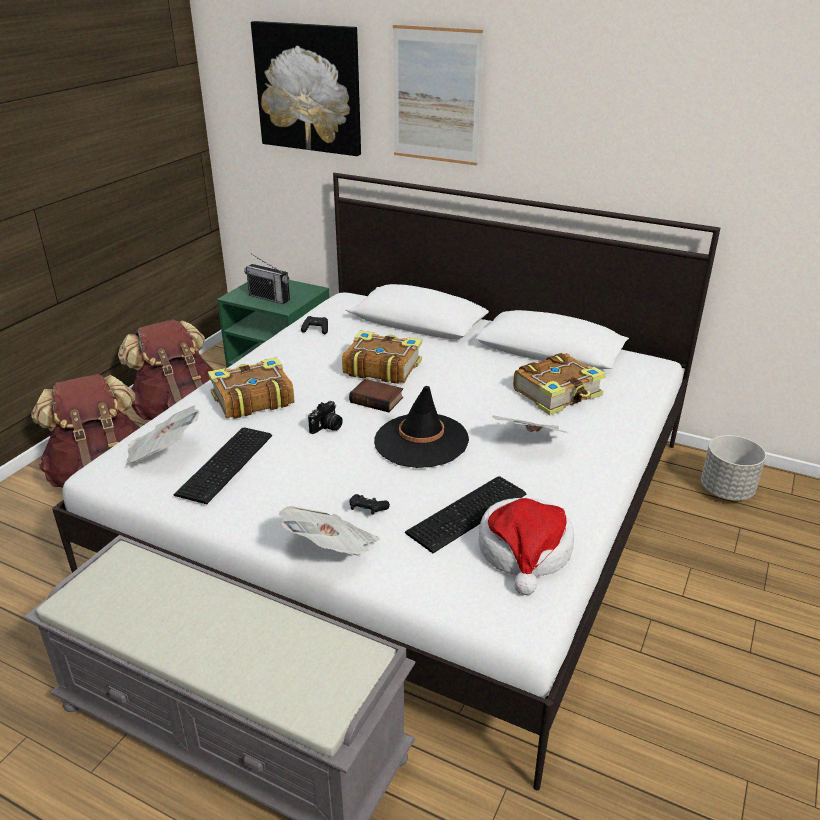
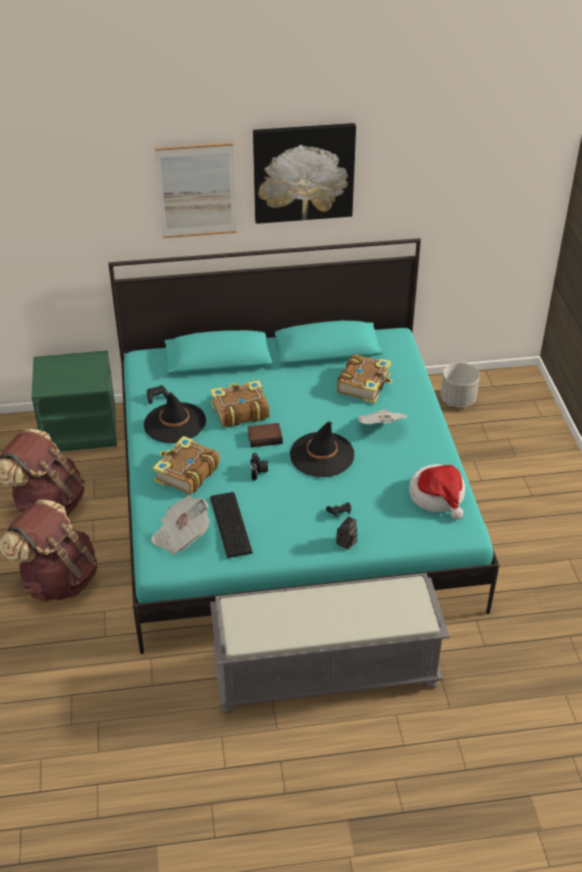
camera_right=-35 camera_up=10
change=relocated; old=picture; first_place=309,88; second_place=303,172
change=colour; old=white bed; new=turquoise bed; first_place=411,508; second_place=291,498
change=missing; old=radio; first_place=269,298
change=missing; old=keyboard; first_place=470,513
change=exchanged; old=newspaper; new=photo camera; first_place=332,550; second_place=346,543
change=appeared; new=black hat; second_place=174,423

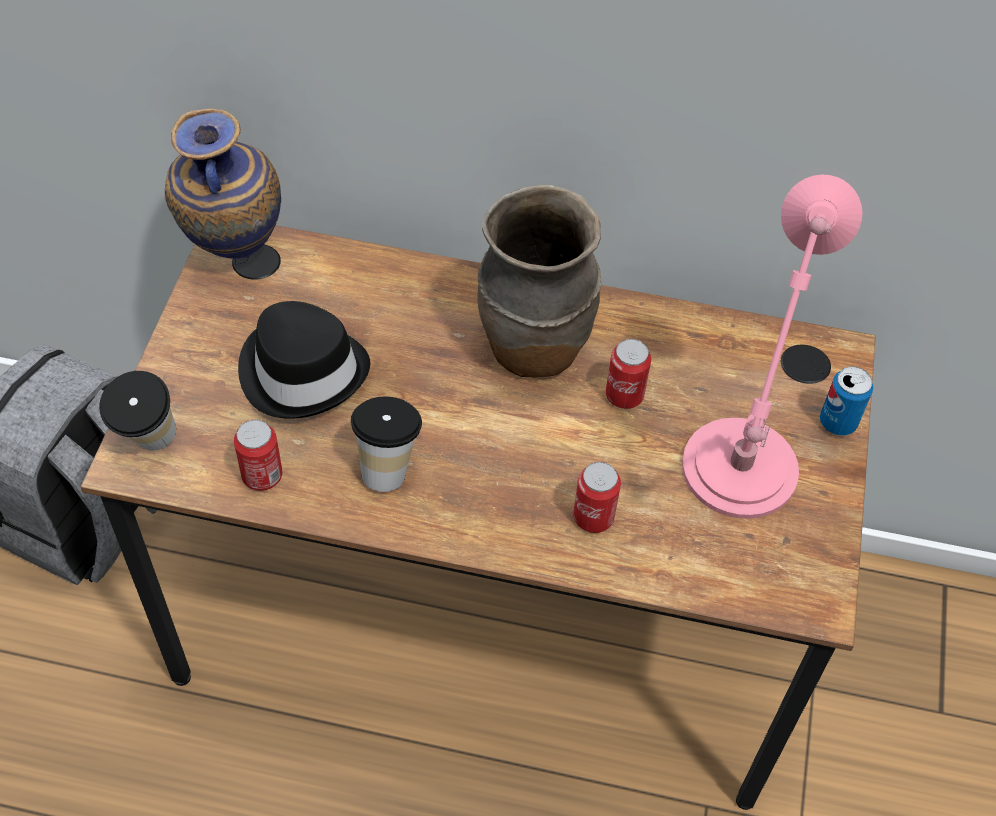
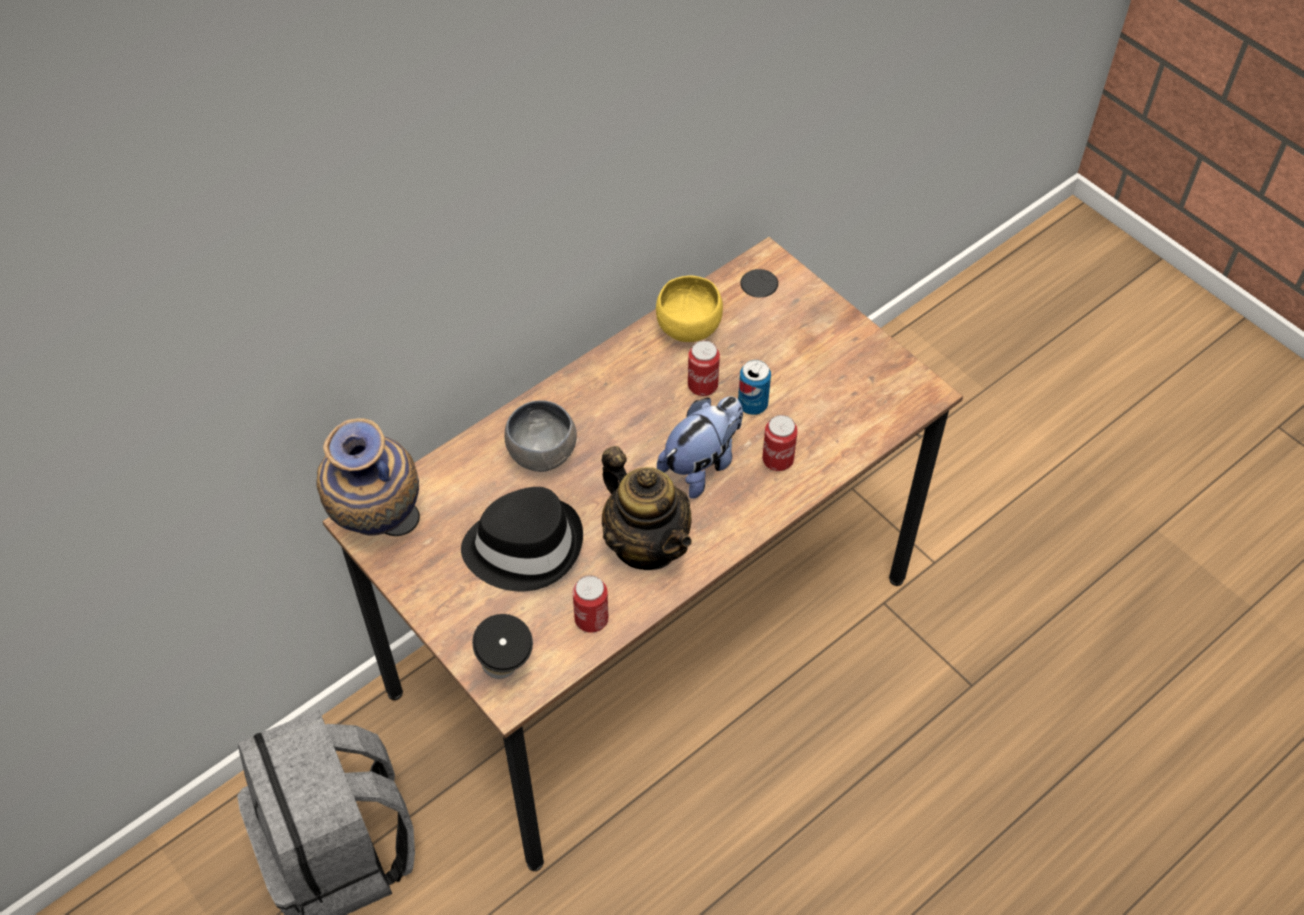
camera_right=-50 camera_up=0
change=missing; old=pink table lamp; first_place=736,477
change=missing; old=brown vase; first_place=532,348
change=relocated; old=can; first_place=838,422; second_place=752,405
change=exchanged; old=cup; new=teapot; first_place=388,467; second_place=646,544
change=appeared; new=yellow bowl; second_place=688,330
change=appeared; new=plush toy; second_place=702,465
change=appeared; new=grey bowl; second_place=540,452

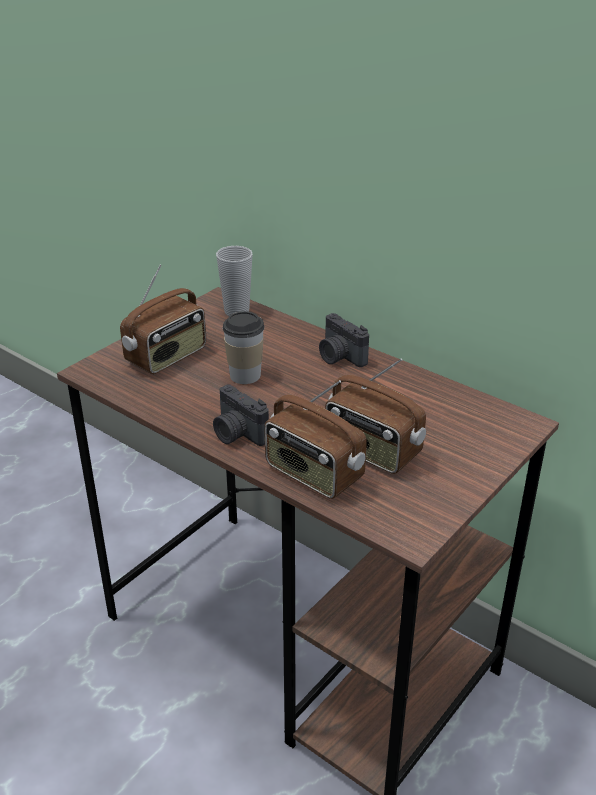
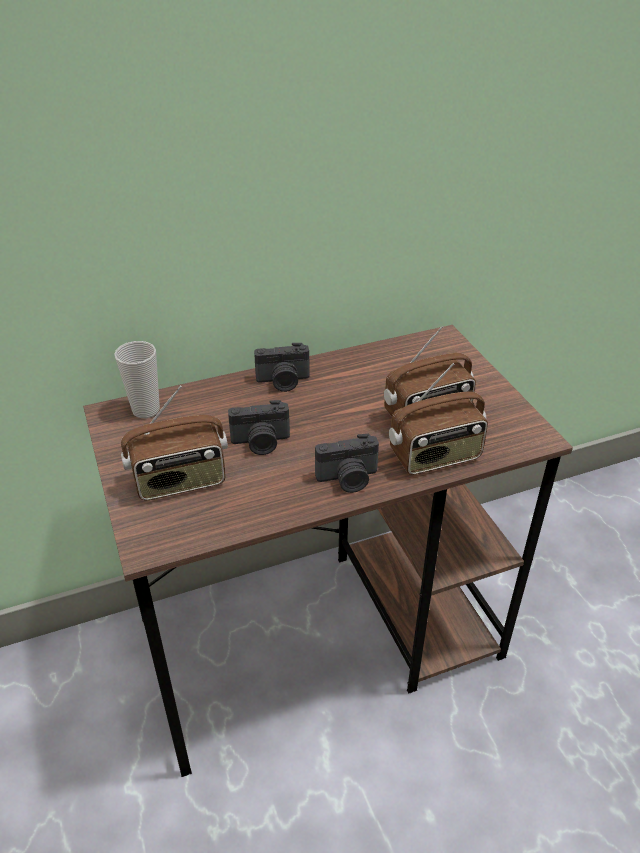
camera_right=-60 camera_up=5
change=spun; old=radio; first_place=167,357; second_place=180,481; degrees=90
change=exchanged; old=cup; new=photo camera; first_place=245,375; second_place=261,443

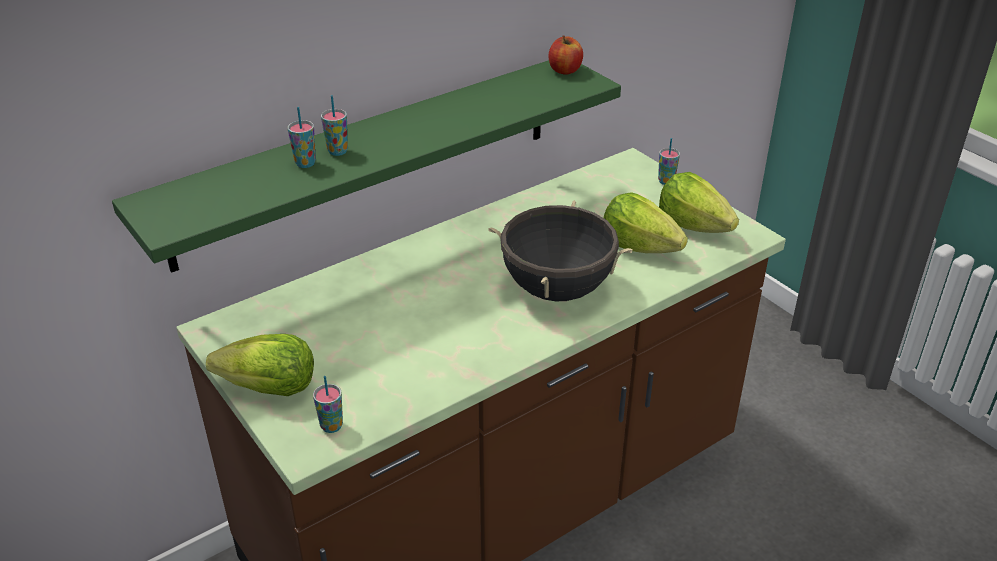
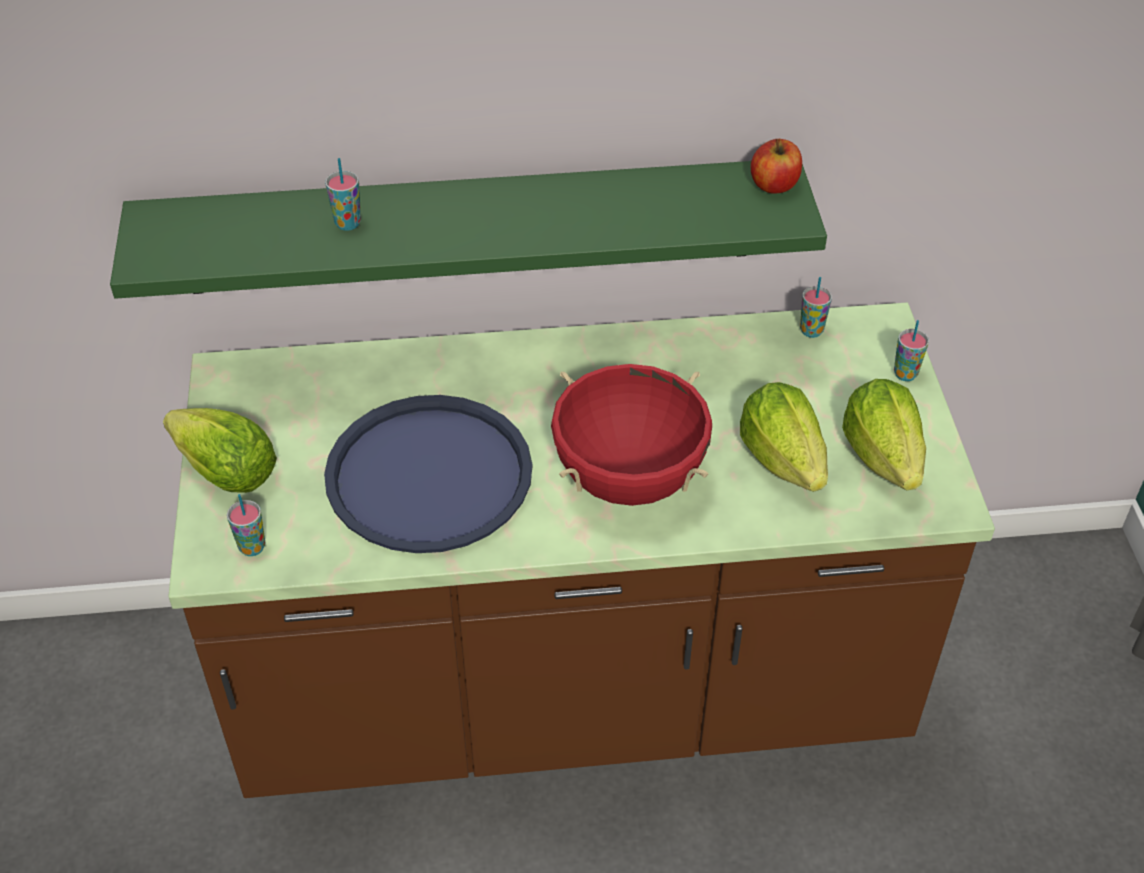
camera_right=30 camera_up=10
change=relocated; old=cup; first_place=337,151; second_place=811,331
change=colour; old=black cooking pot; new=red cooking pot; first_place=556,289; second_place=629,478
change=appeared; new=blue tray; second_place=429,475

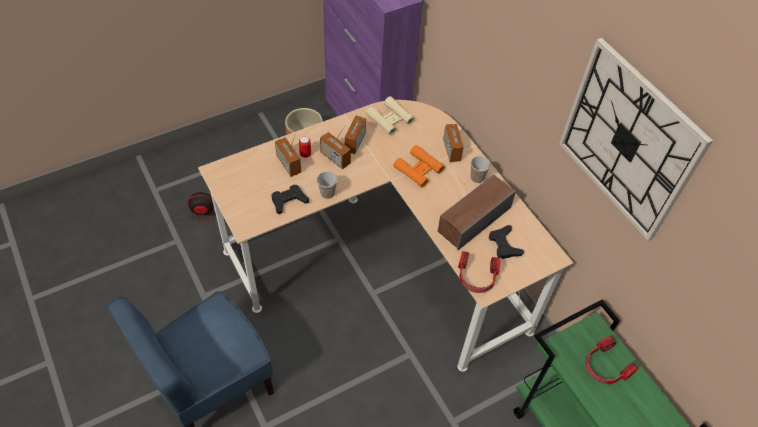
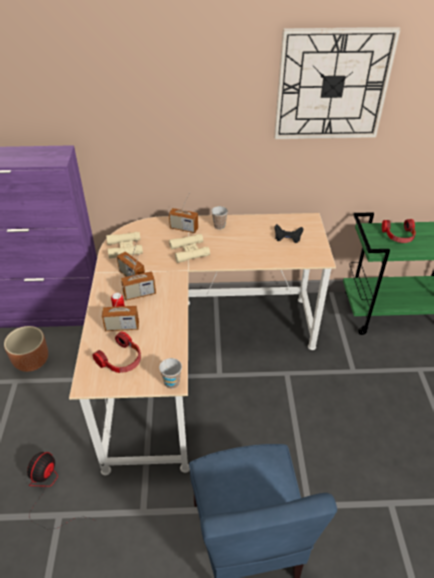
camera_right=-60 camera_up=-10
change=colour; old=orange binoculars; new=beige binoculars; first_place=418,169; second_place=189,251
change=relocated; old=cup; first_place=327,193; second_place=172,382
change=missing; old=speaker; first_place=474,219
change=missing; old=black game controller; first_place=289,201
change=relocated; old=headphones; first_place=476,277; second_place=121,360

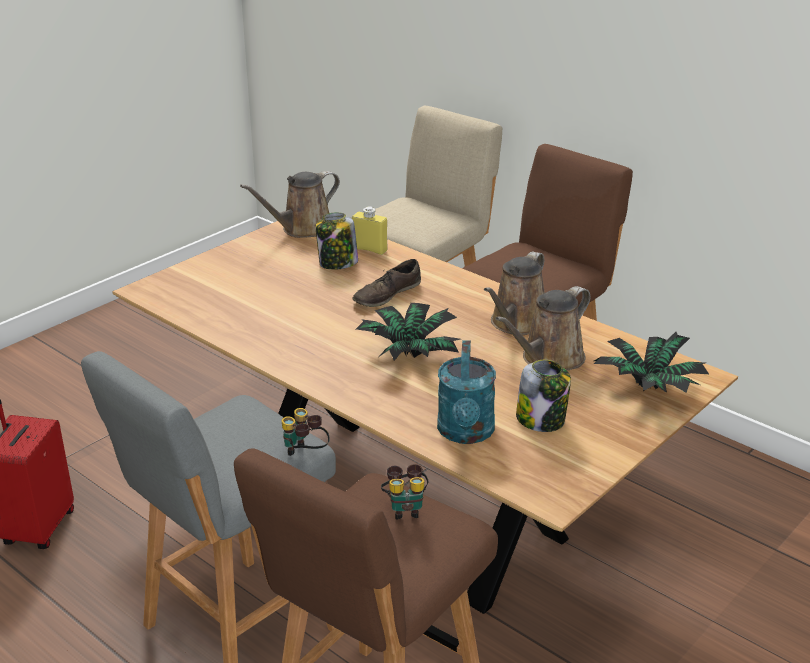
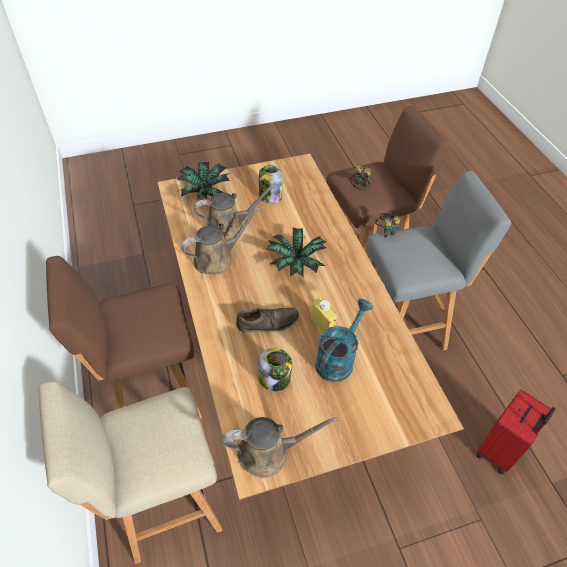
camera_right=-150 camera_up=20
change=relocated; old=yellow bottle; first_place=369,249; second_place=322,325
change=relocated; old=turquoise watering can; first_place=466,433; second_place=338,358

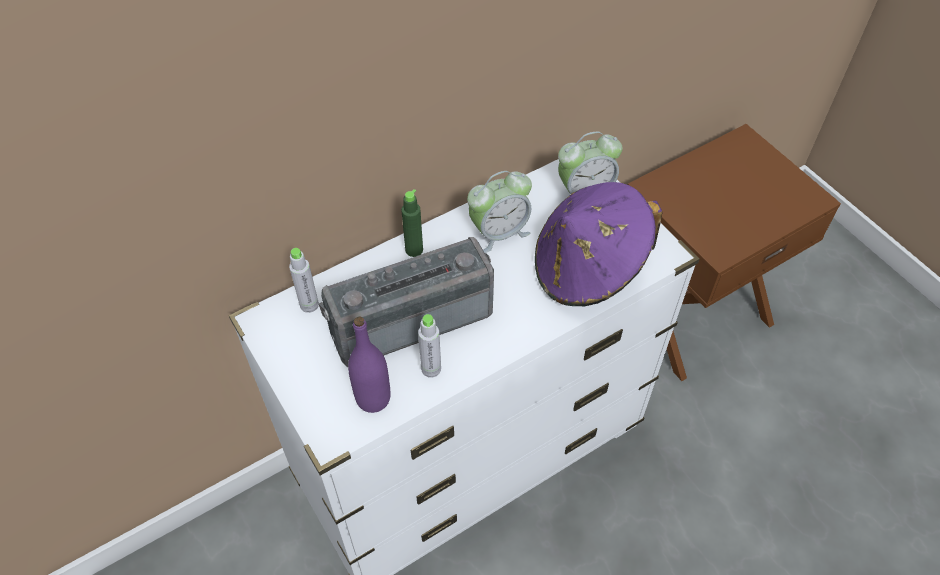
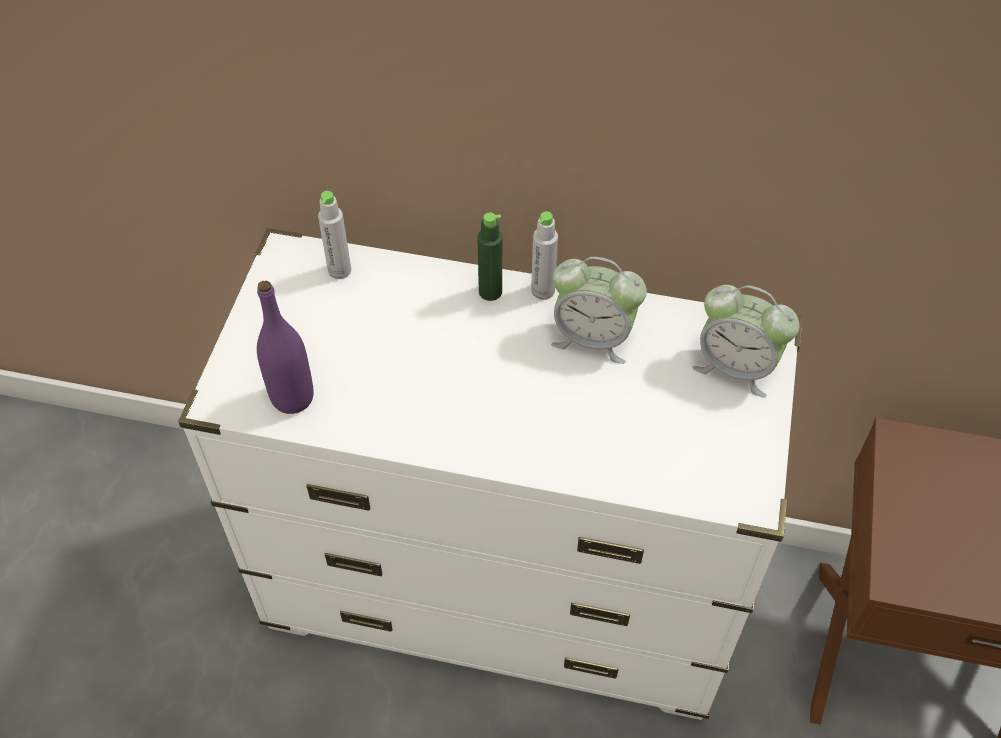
camera_right=45 camera_up=0
change=missing; old=purple hat; first_place=588,269
change=missing; old=radio; first_place=409,317
change=relocated; old=grey bottle; first_place=431,369; second_place=543,291

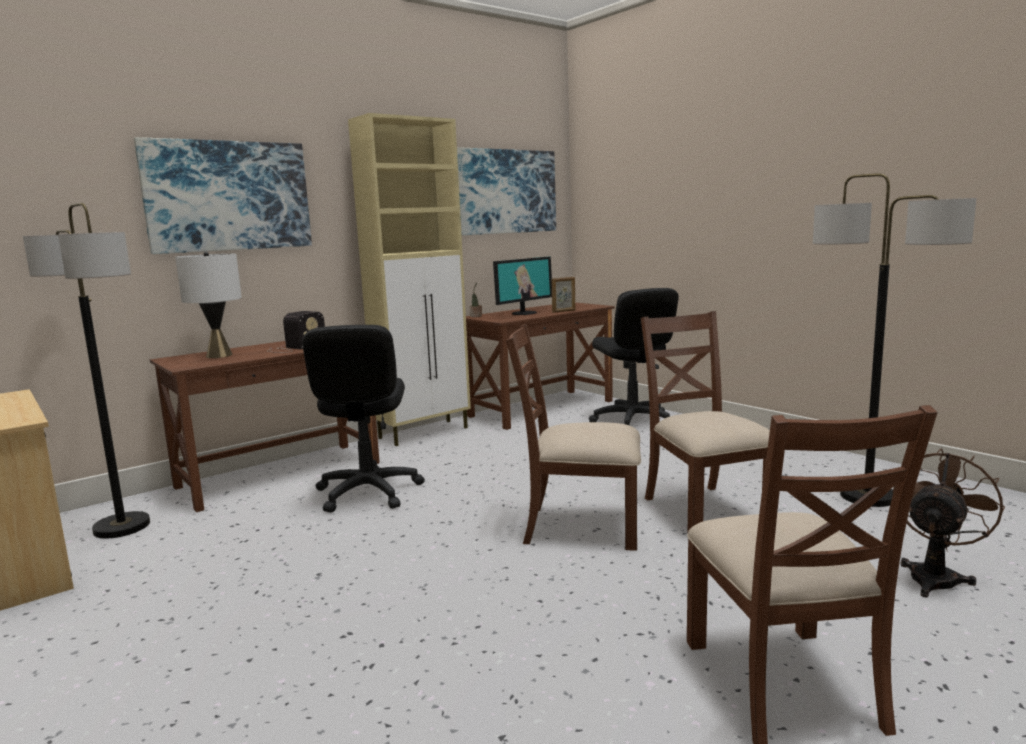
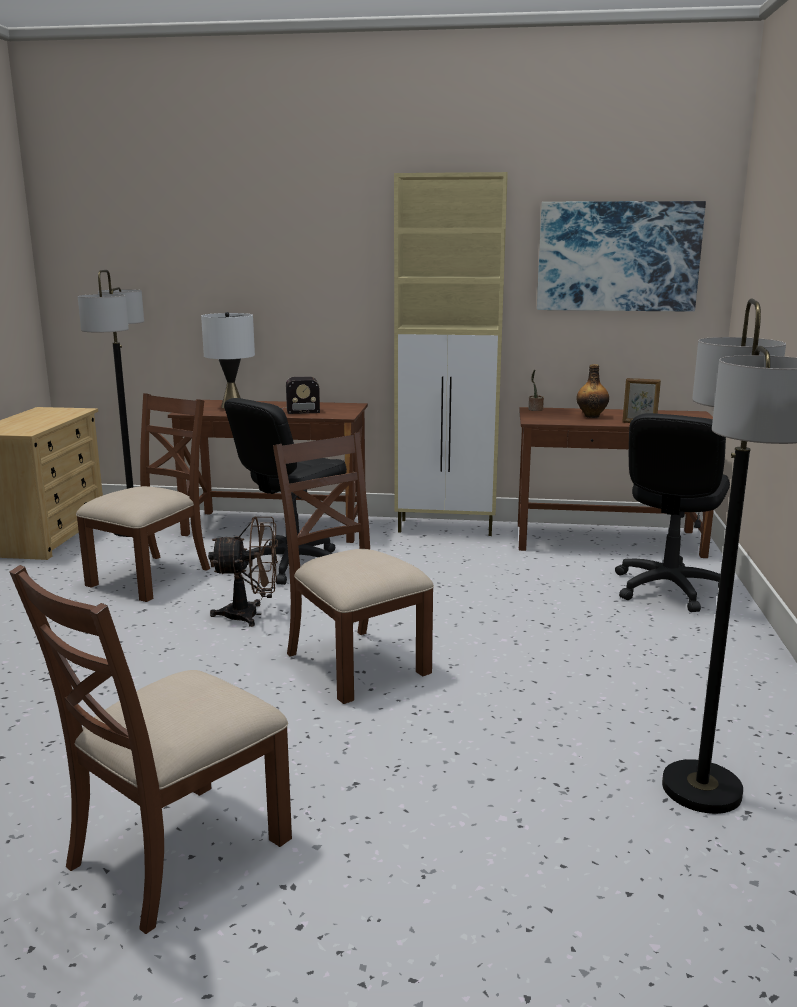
camera_right=45 camera_up=5
change=missing; old=picture; first_place=228,196
change=exchanged; old=monitor; new=bottle; first_place=524,313; second_place=591,416
change=relocated; old=brown chair; first_place=704,510; second_place=152,576
change=relocated; old=brown fan; first_place=936,576; second_place=250,615

